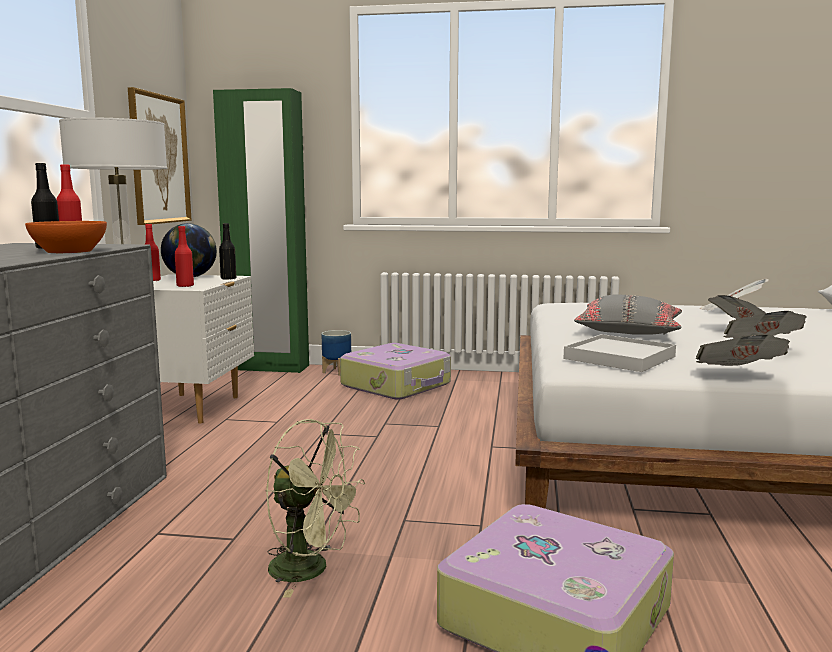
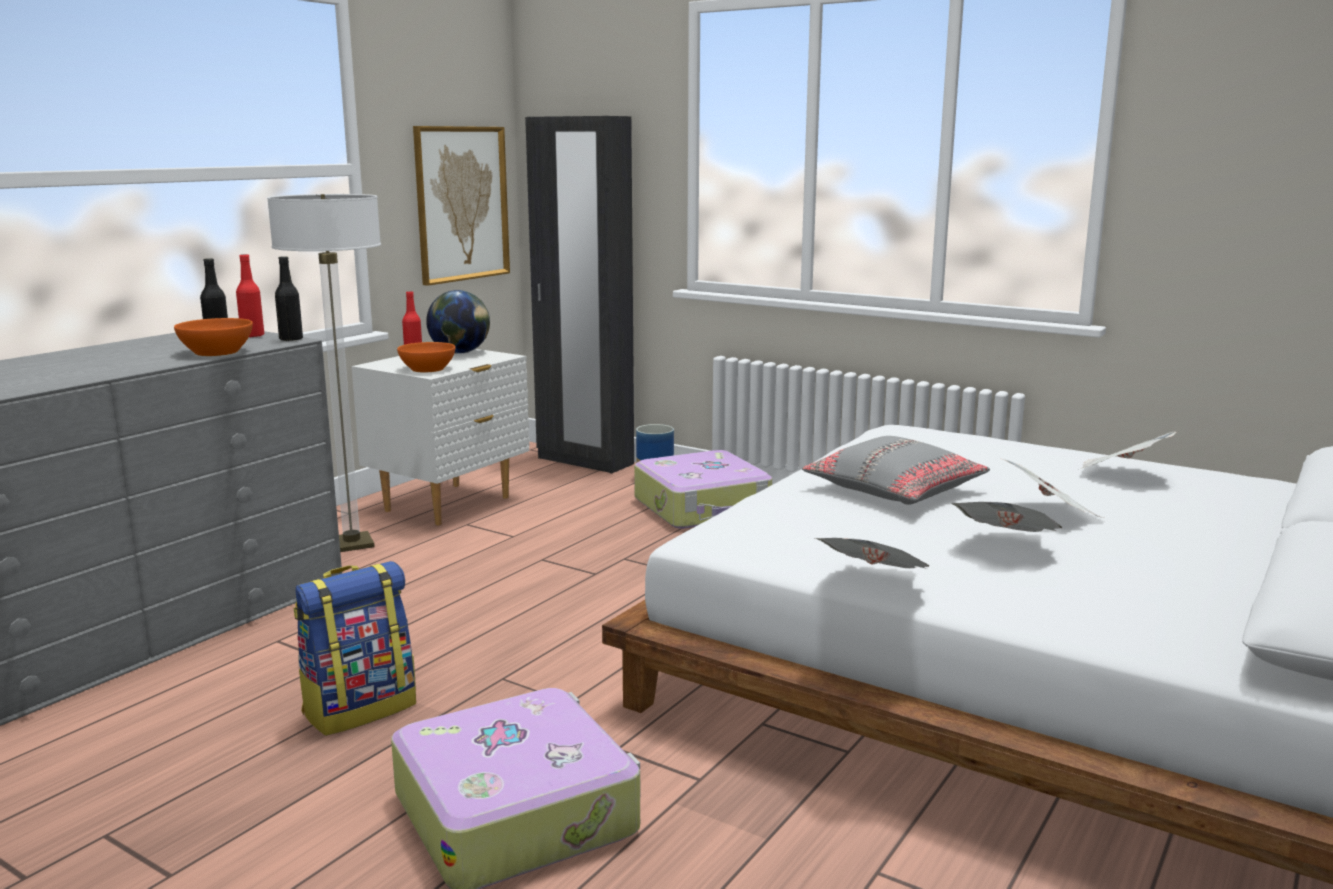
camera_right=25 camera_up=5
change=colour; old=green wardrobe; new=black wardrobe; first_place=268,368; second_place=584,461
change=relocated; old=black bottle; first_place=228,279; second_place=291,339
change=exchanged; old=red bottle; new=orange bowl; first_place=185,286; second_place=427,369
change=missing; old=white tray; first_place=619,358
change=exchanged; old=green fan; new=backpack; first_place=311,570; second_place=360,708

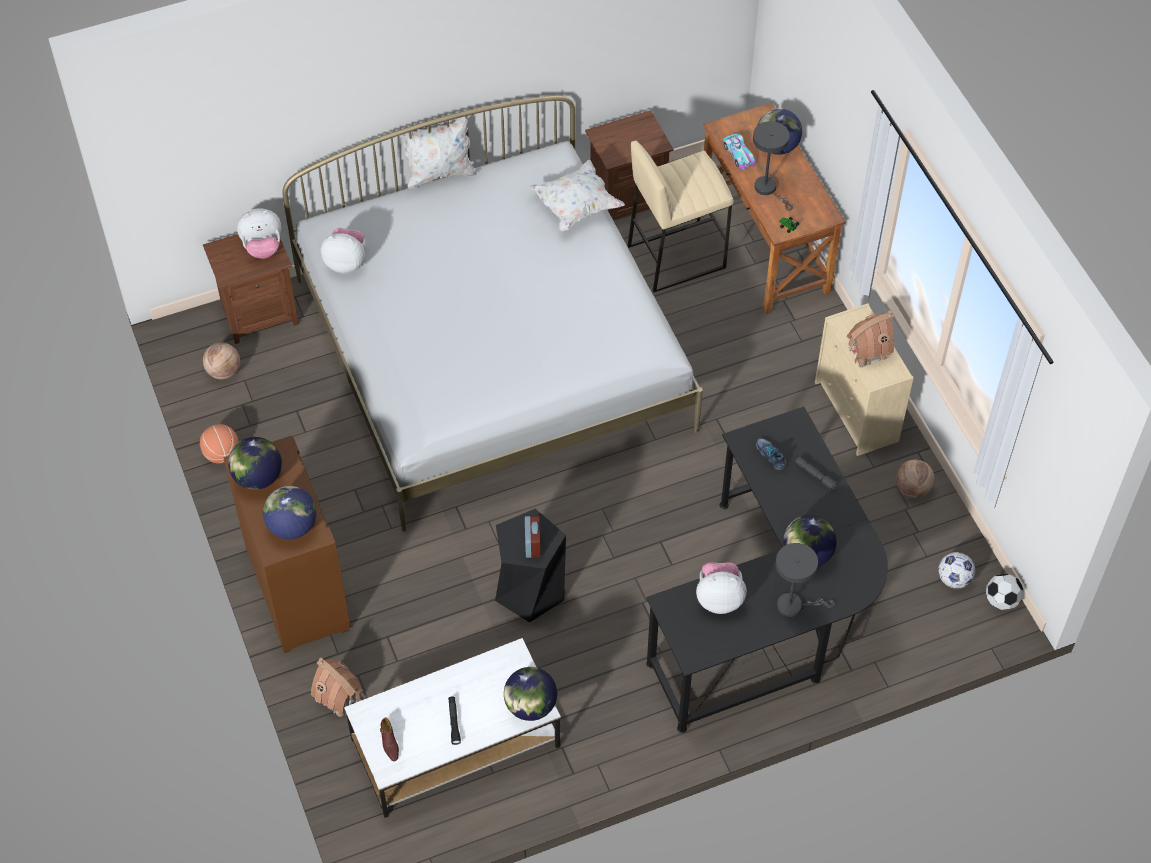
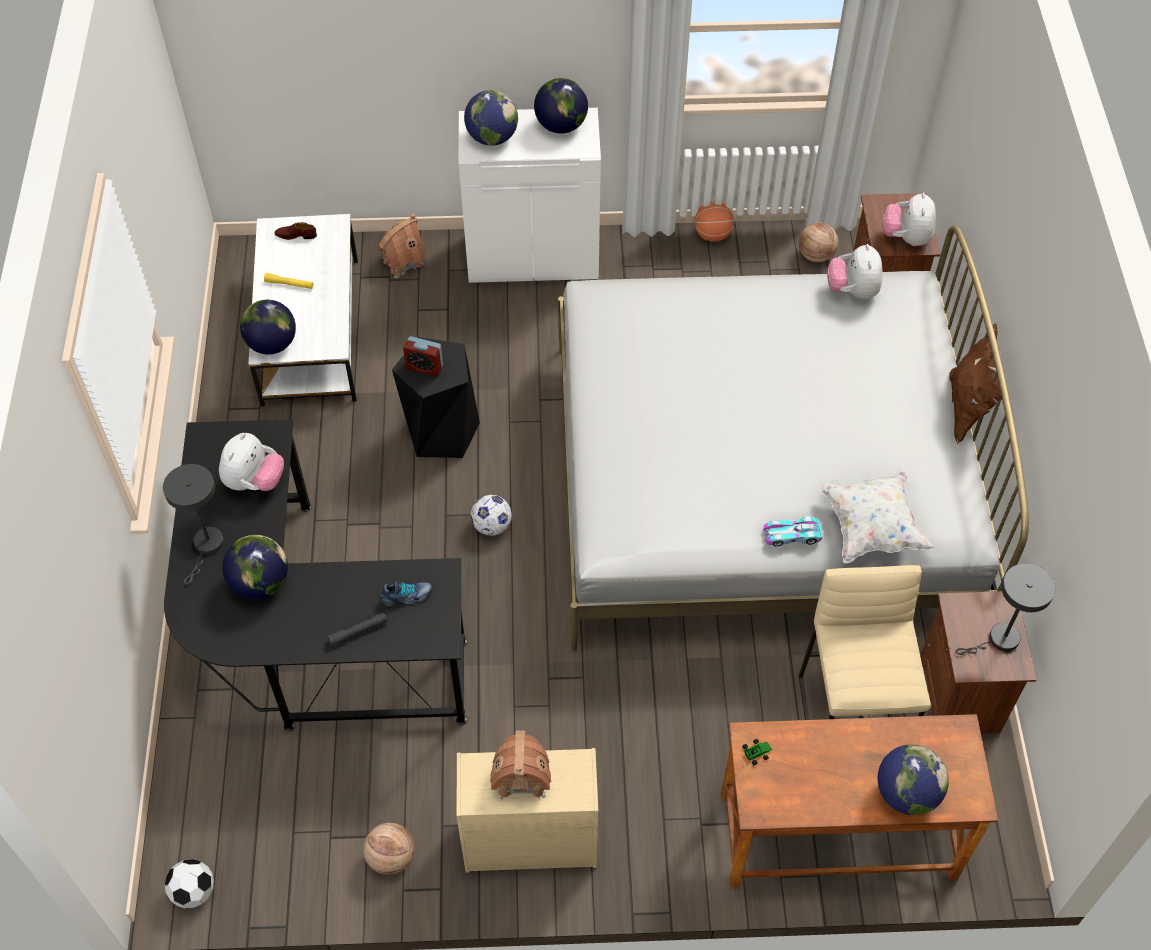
camera_right=110 camera_up=0
change=colour; old=white pillow; new=brown pillow; first_place=439,174; second_place=967,408
change=relocated; old=grey table lamp; first_place=768,189; second_place=999,640
change=relocated; old=toy car; first_place=739,154; second_place=792,534
change=spun; old=plush toy; first_place=346,262; second_place=852,291; degrees=150
change=colour; old=brown cabinet; new=white cabinet; first_place=295,588; second_place=533,256
change=relocated; old=football; first_place=954,579; second_place=491,526
change=colour; old=black flashlight; new=yellow flashlight; first_place=454,722; second_place=289,284

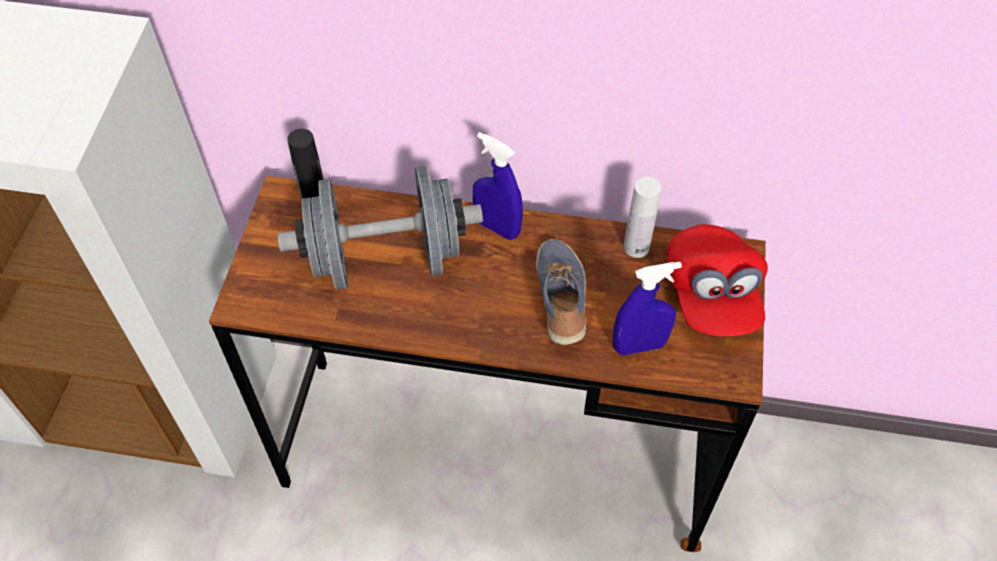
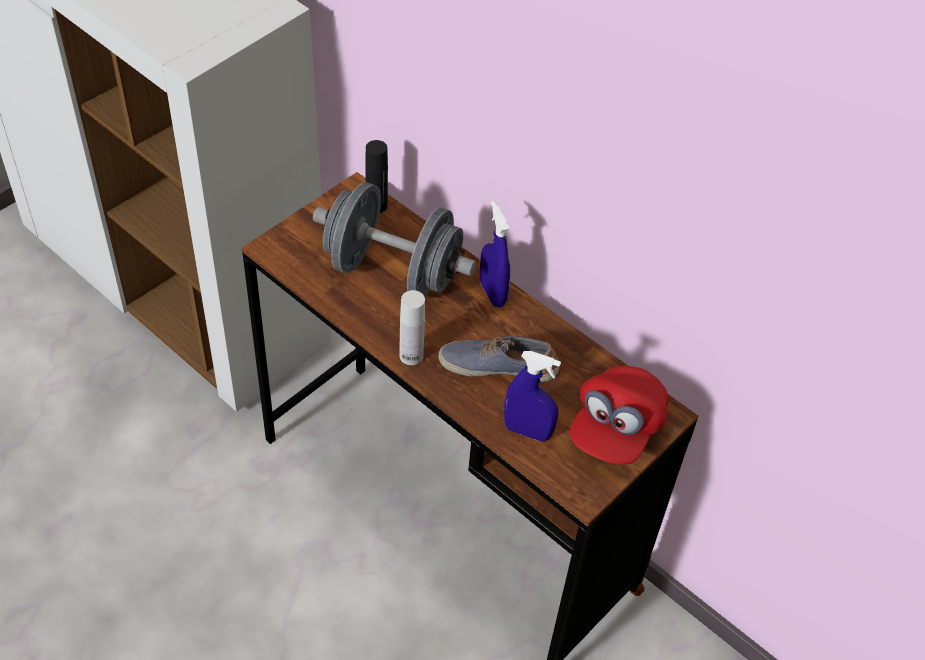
camera_right=30 camera_up=-5
change=relocated; old=white bottle; first_place=636,247; second_place=411,356
change=spun; old=shoe; first_place=562,299; second_place=497,368; degrees=-105

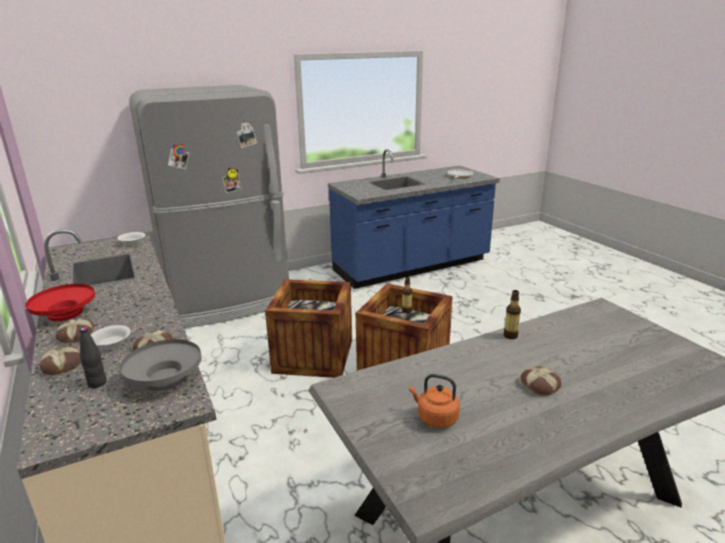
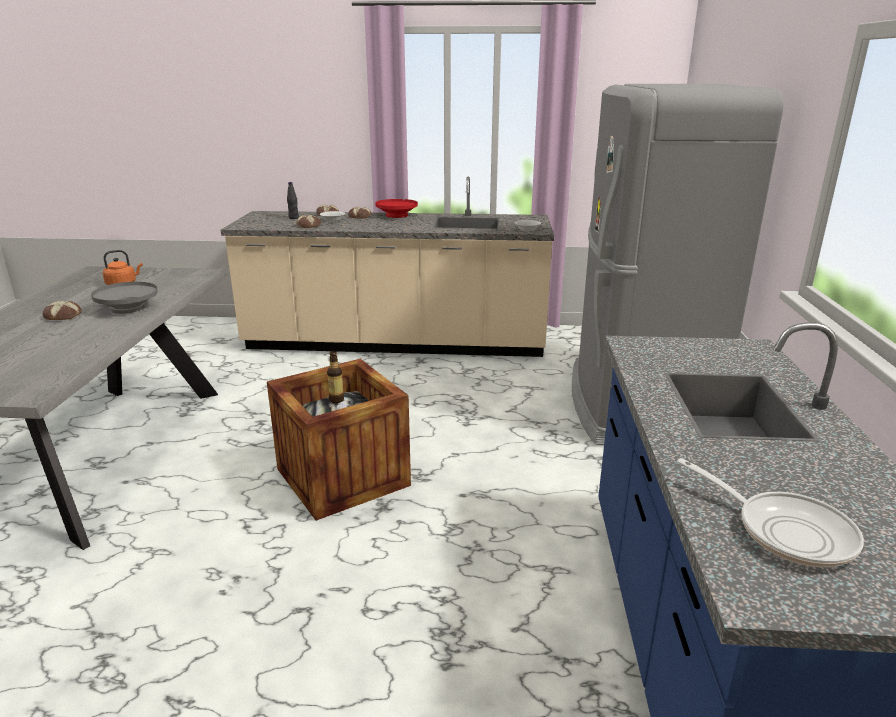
camera_right=120 camera_up=0
change=missing; old=crate; first_place=313,356
change=missing; old=bottle; first_place=510,336
change=relocated; old=grey bowl; first_place=165,379; second_place=128,308

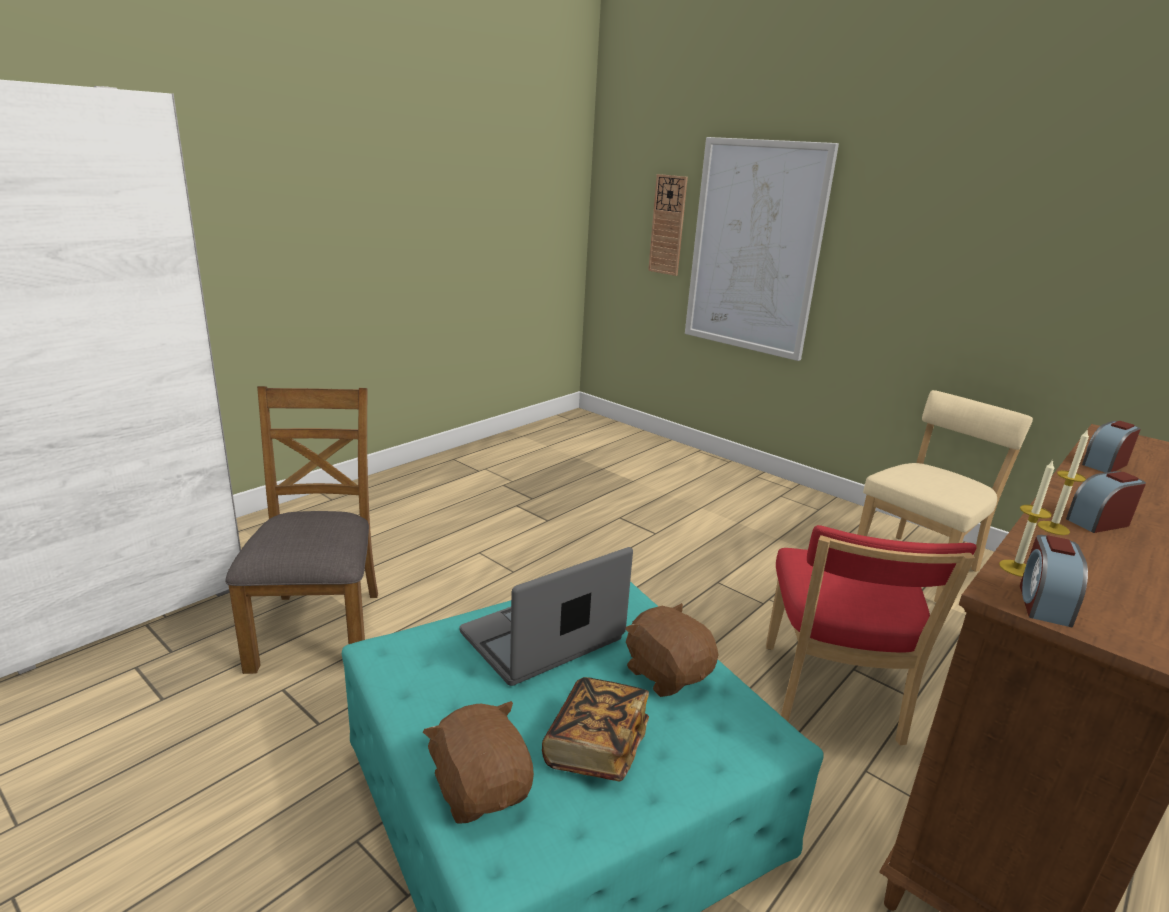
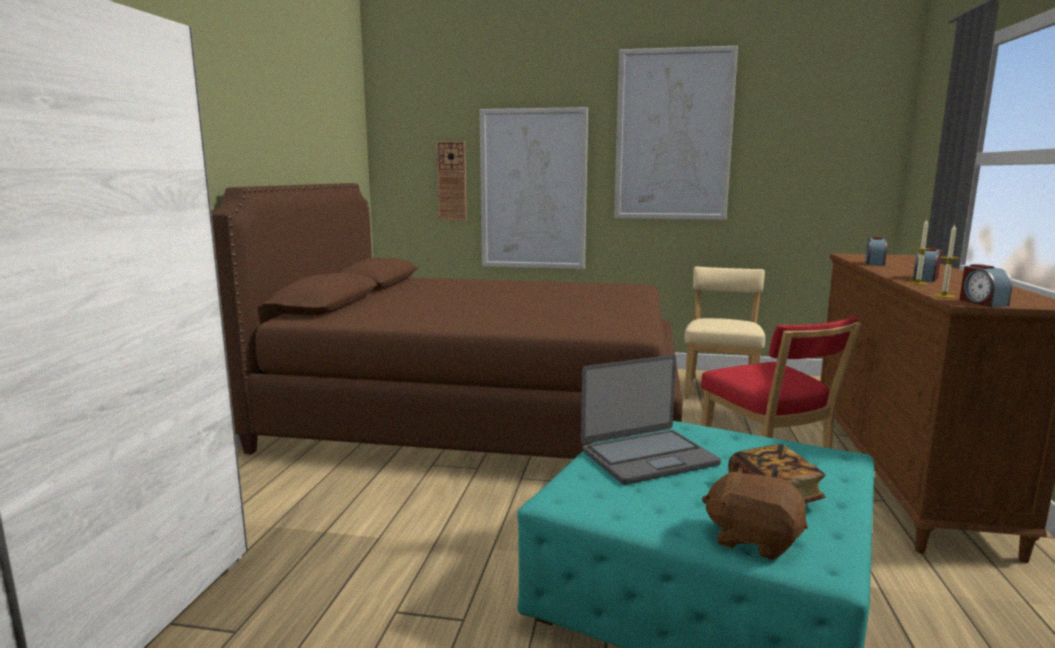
camera_right=-30 camera_up=-10
change=missing; old=brown chair; first_place=319,629
change=spun; old=laptop; first_place=543,638; second_place=648,457; degrees=-135
change=missing; old=brown plush toy; first_place=667,673
change=appeared; new=picture; second_place=673,136
change=appeared; new=brown bed; second_place=482,414

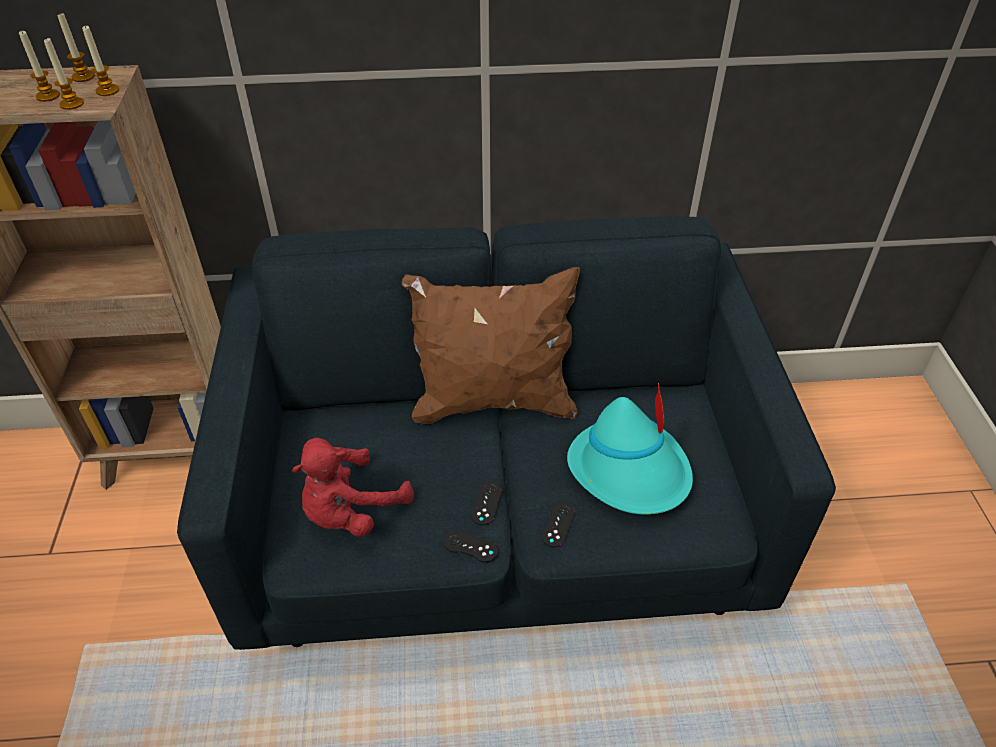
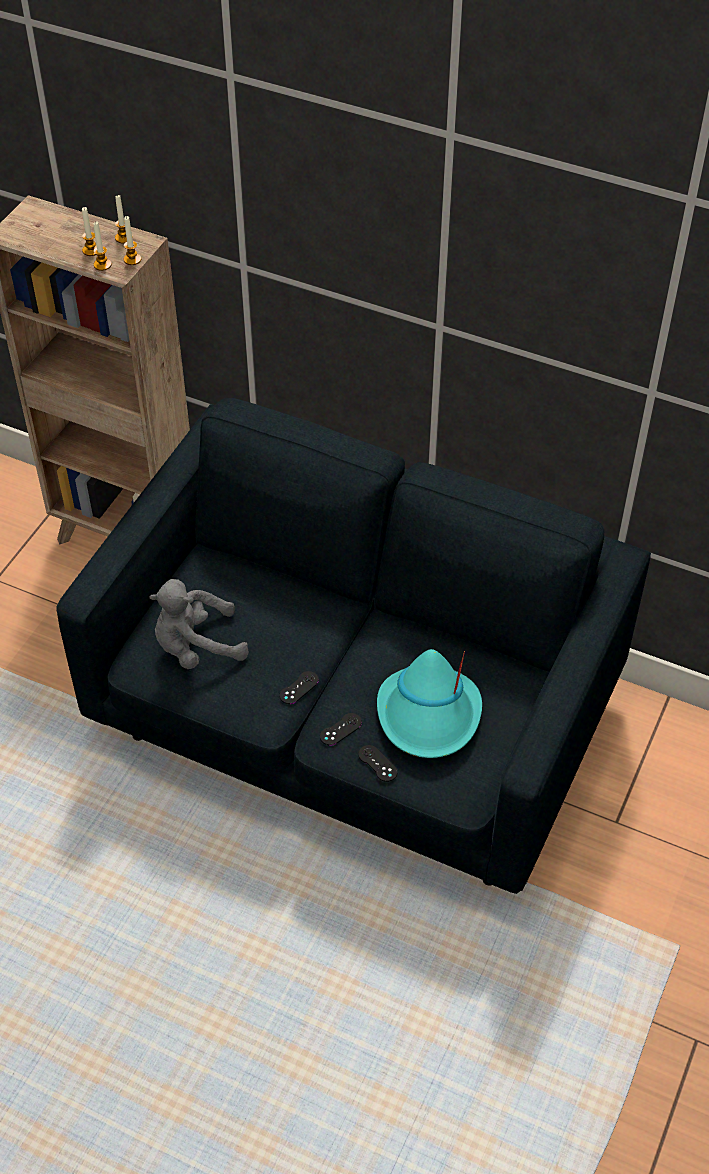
camera_right=30 camera_up=5
change=missing; old=brown pillow; first_place=493,402
change=colour; old=red plush toy; new=grey plush toy; first_place=351,511; second_place=196,647
change=relocated; old=black game controller; first_place=470,546; second_place=377,763

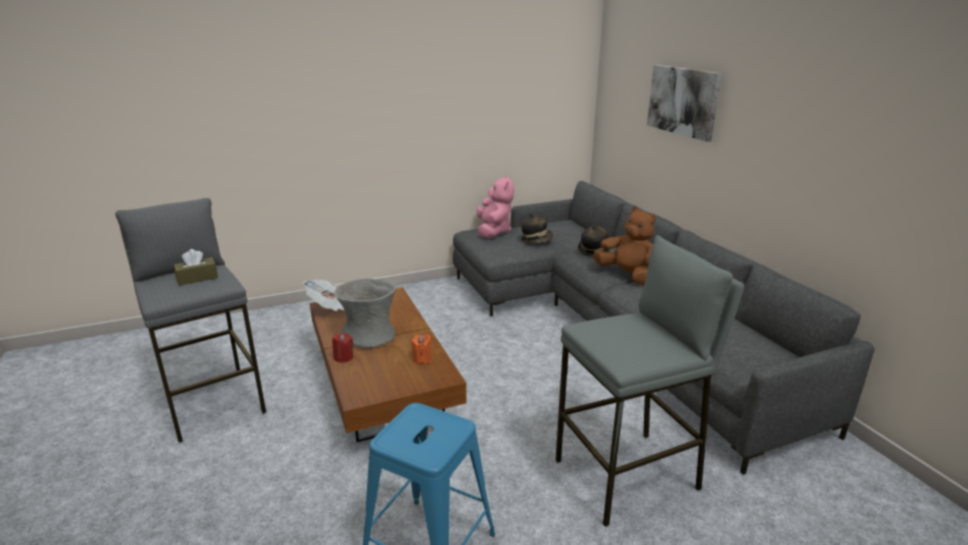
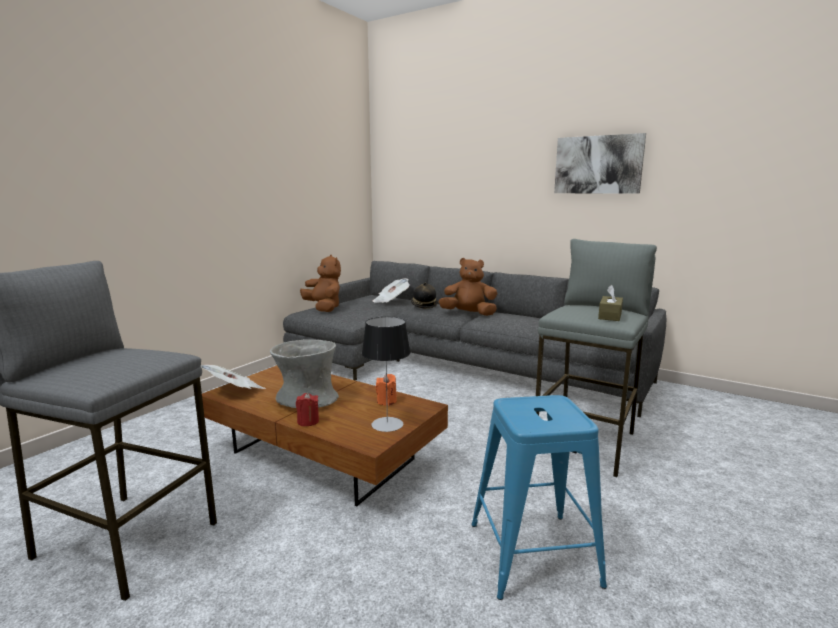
camera_right=-35 camera_up=-10
change=relocated; old=picture; first_place=683,101; second_place=598,165
change=colour; old=pink plush toy; new=brown plush toy; first_place=493,231; second_place=324,308
change=missing; old=hat; first_place=536,240
change=relocated; old=brown tissue box; first_place=197,278; second_place=610,316
change=appeared; new=newspaper; second_place=391,300
change=appeared; new=table lamp; second_place=387,424

